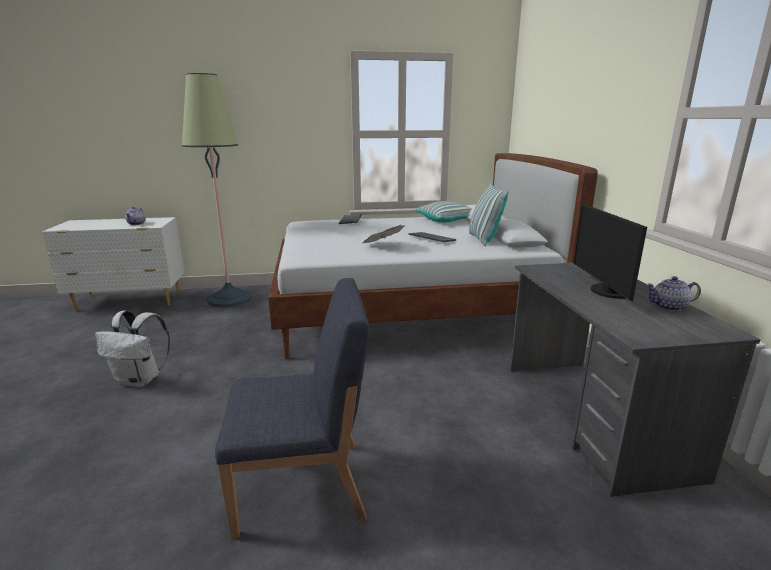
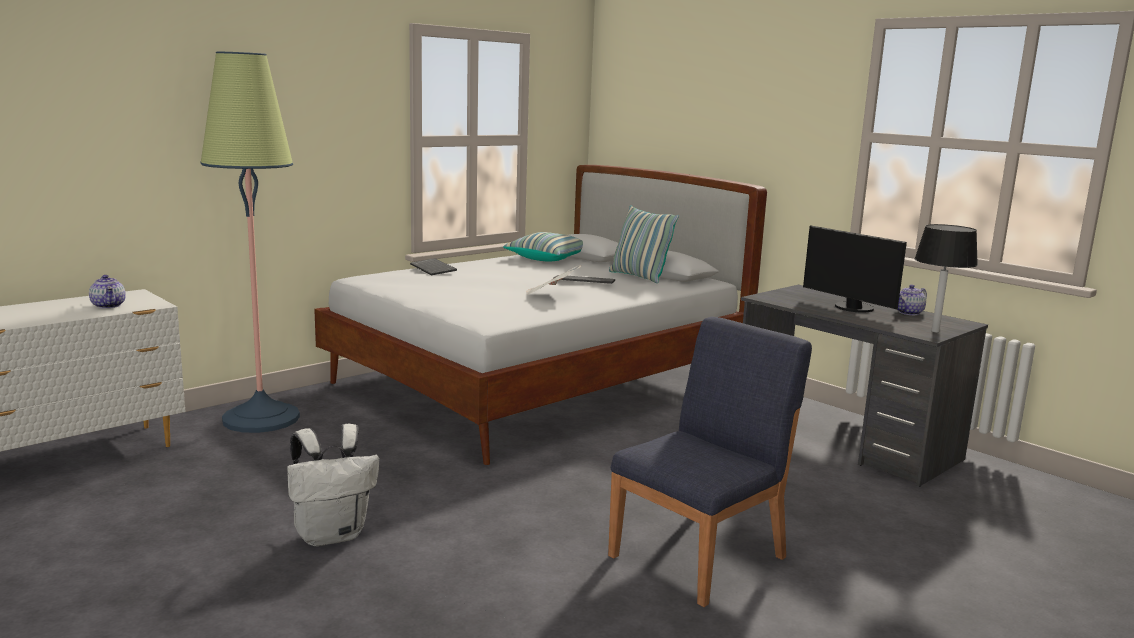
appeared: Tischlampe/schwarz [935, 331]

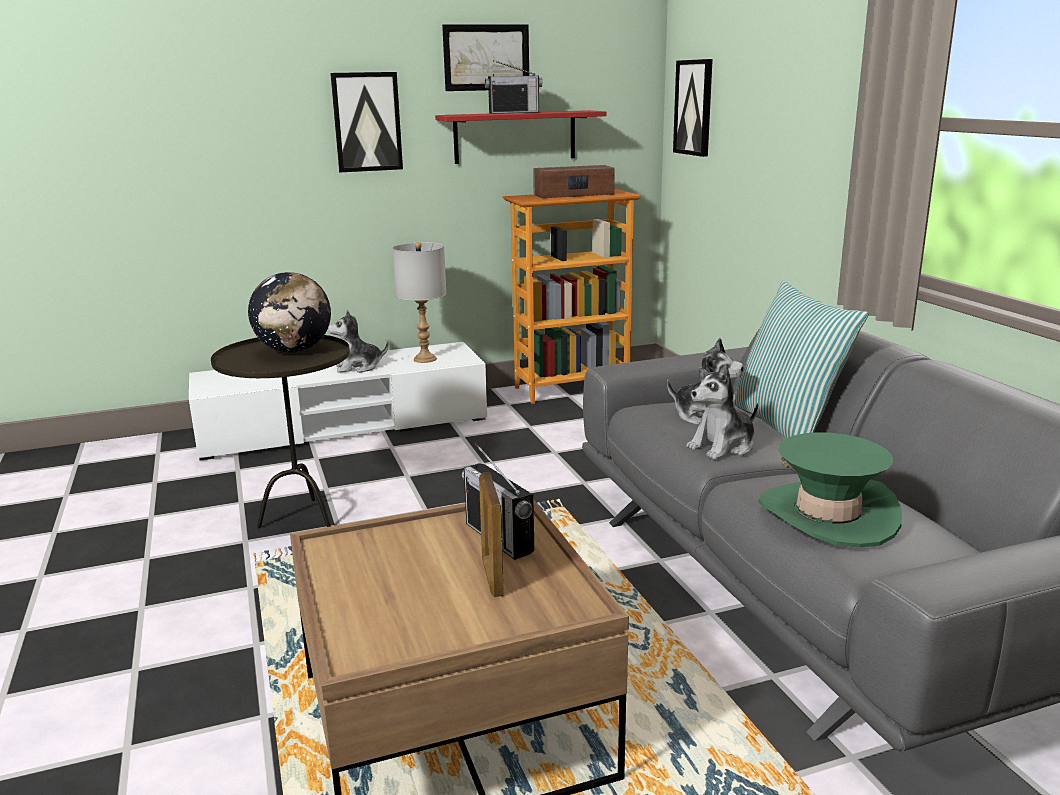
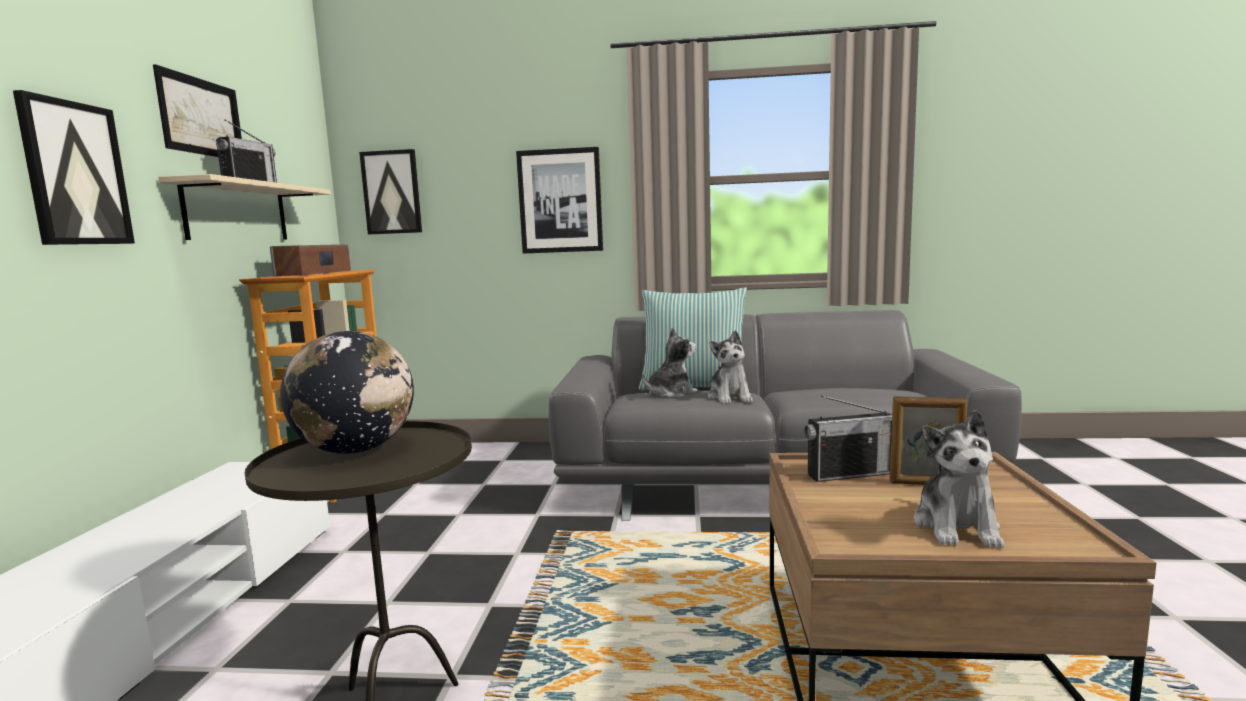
missing: Tischlampe/grau [425, 359]; Hut/grün [827, 514]
appeared: Bild [560, 201]
relocated: Plüschtier [358, 367] to [957, 527]
colour: Wandregal/rot [515, 136] to Wandregal/beige [237, 212]

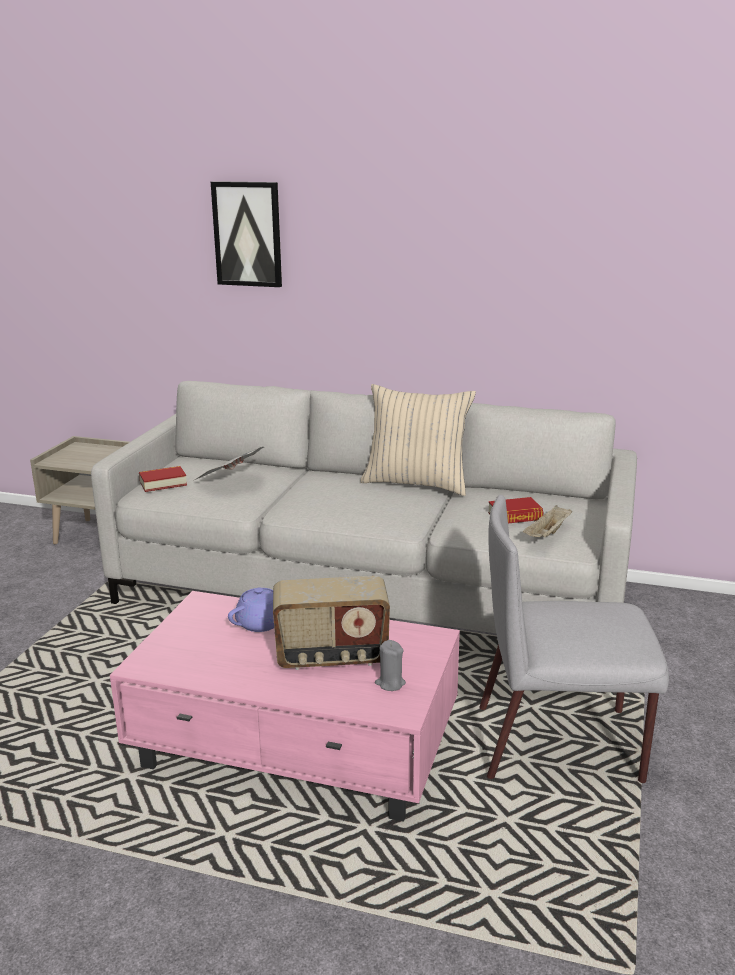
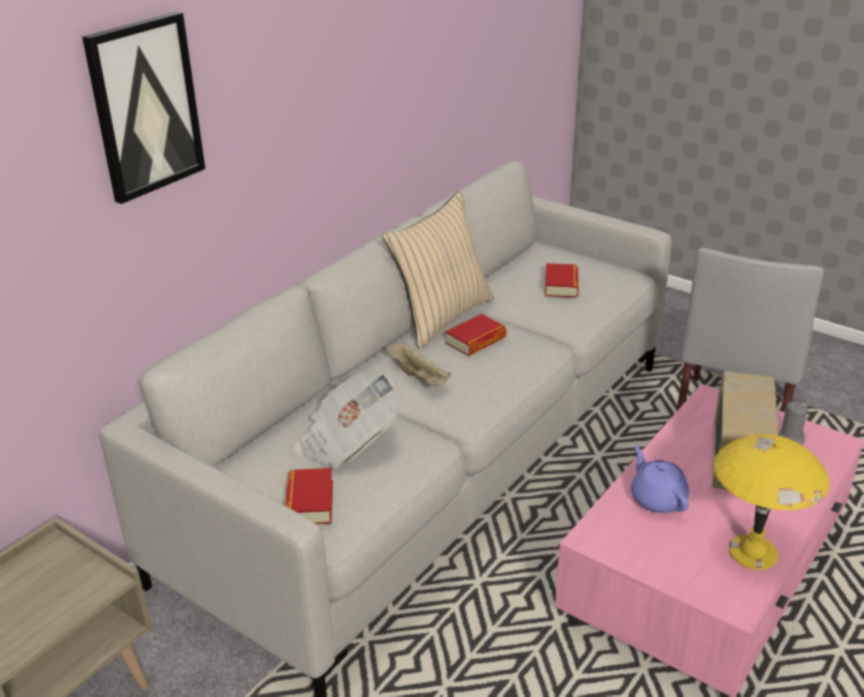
appeared: Buch [475, 340]; Tischlampe/gelb [752, 551]
relocated: Tablett/beige [547, 534] to [418, 376]

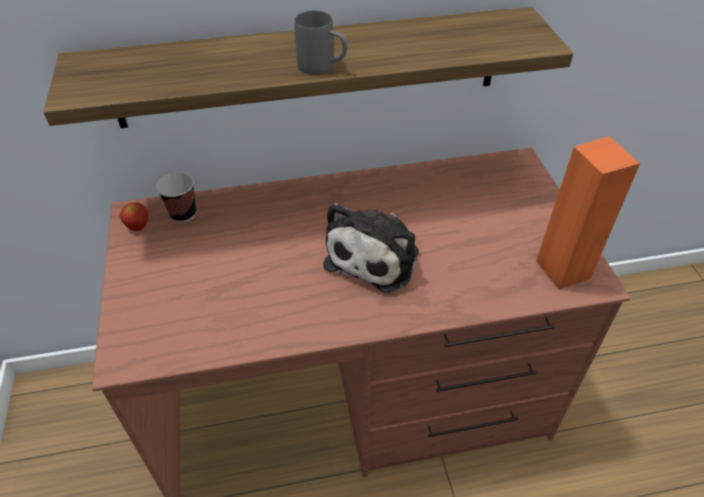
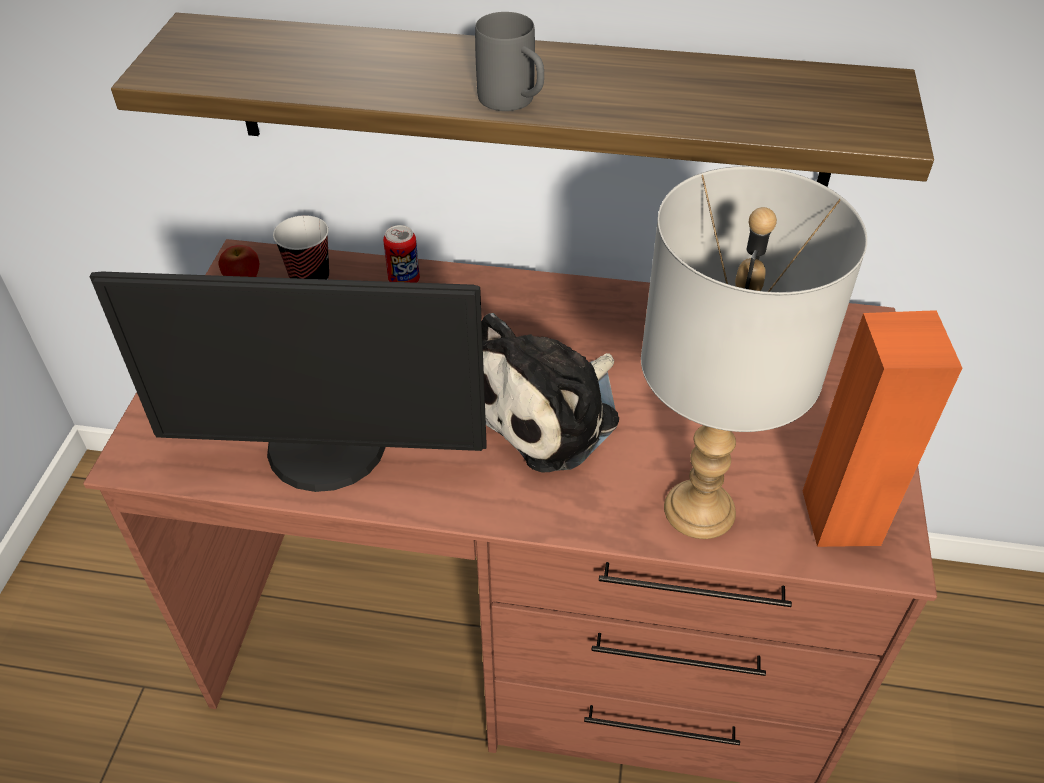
appeared: Monitor [326, 451]; Dose [404, 280]; Tischlampe/grau [701, 510]

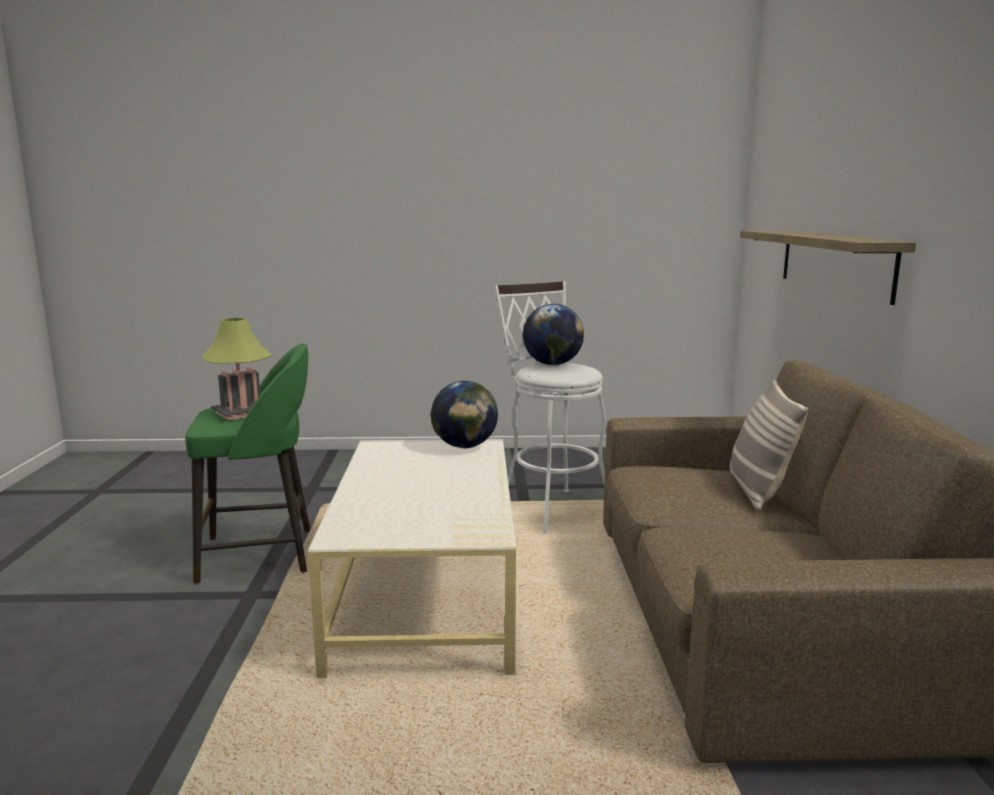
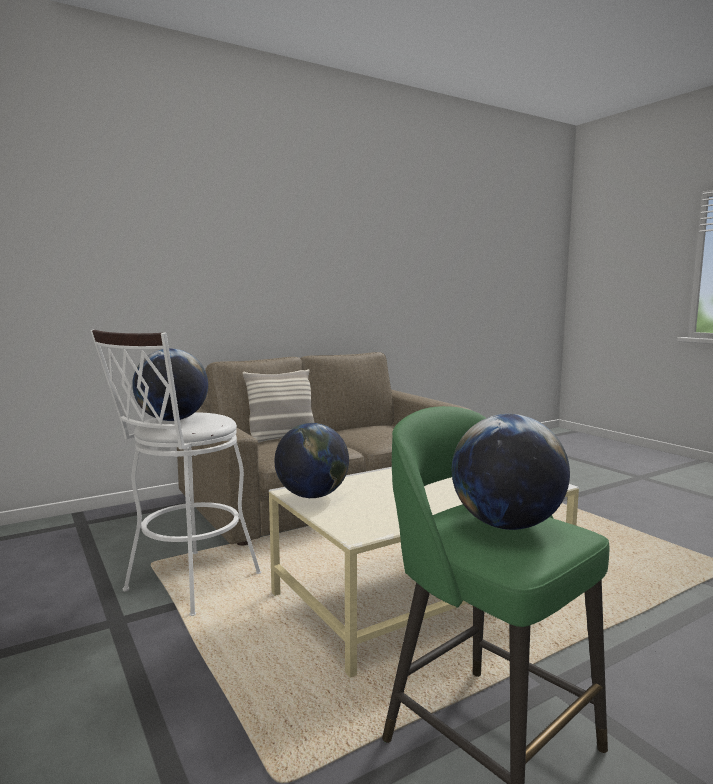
missing: Wandregal [834, 262]
exchanged: Tischlampe [241, 413] to Globus [506, 525]

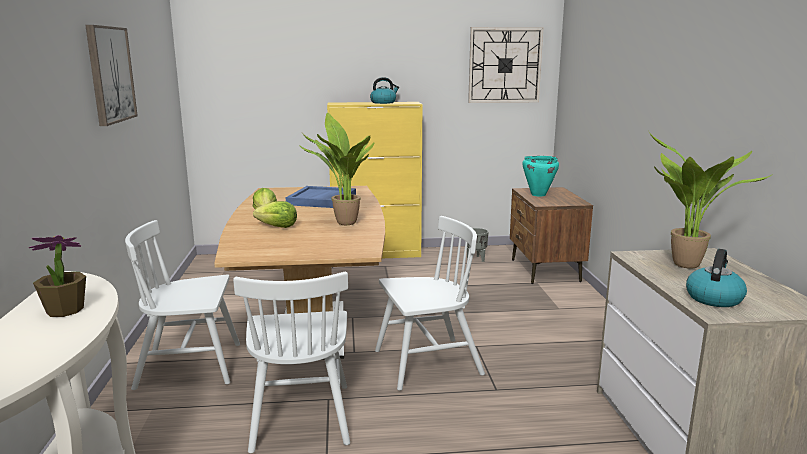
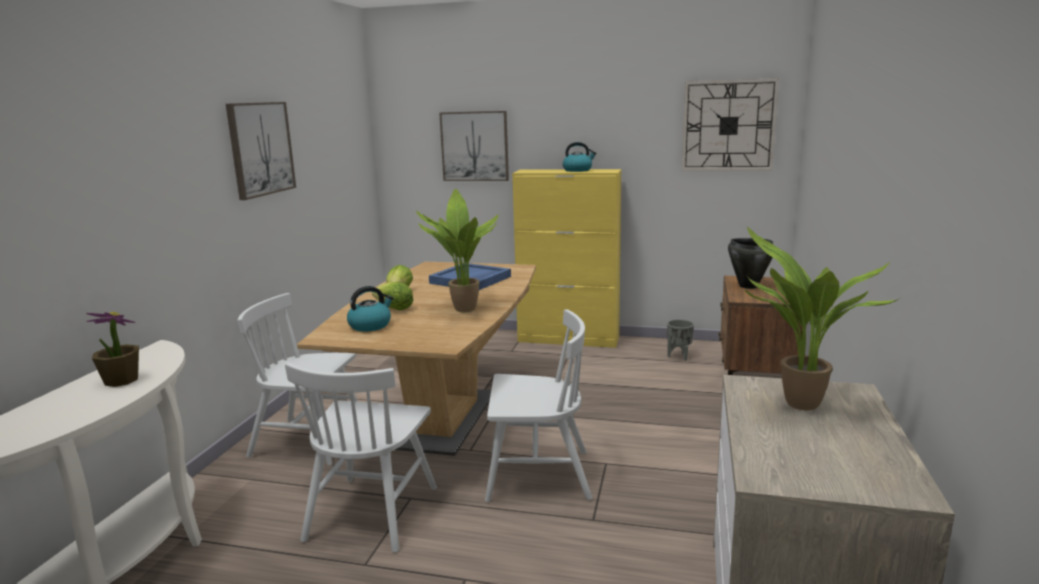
appeared: Bild [475, 146]
relocated: Wasserkessel [713, 298] to [370, 325]
colour: Kochtopf/türkis [538, 194] to Kochtopf/schwarz [748, 286]

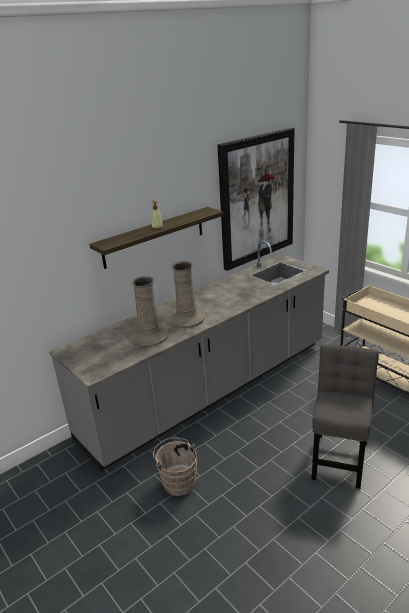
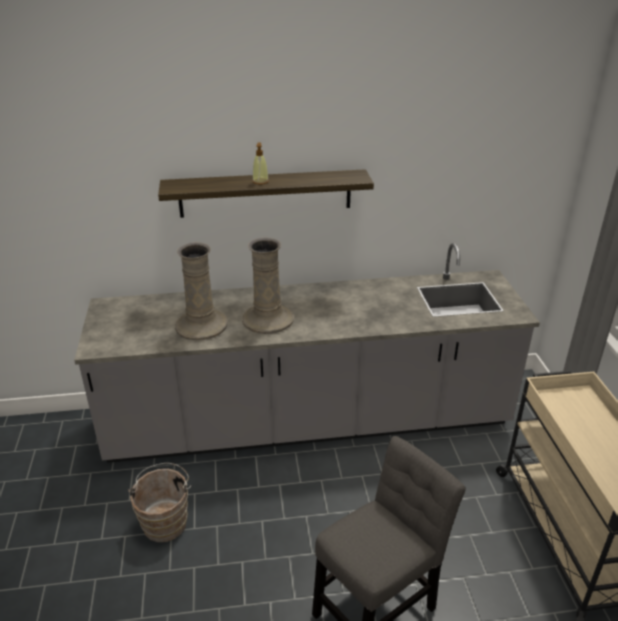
missing: Bild [257, 198]

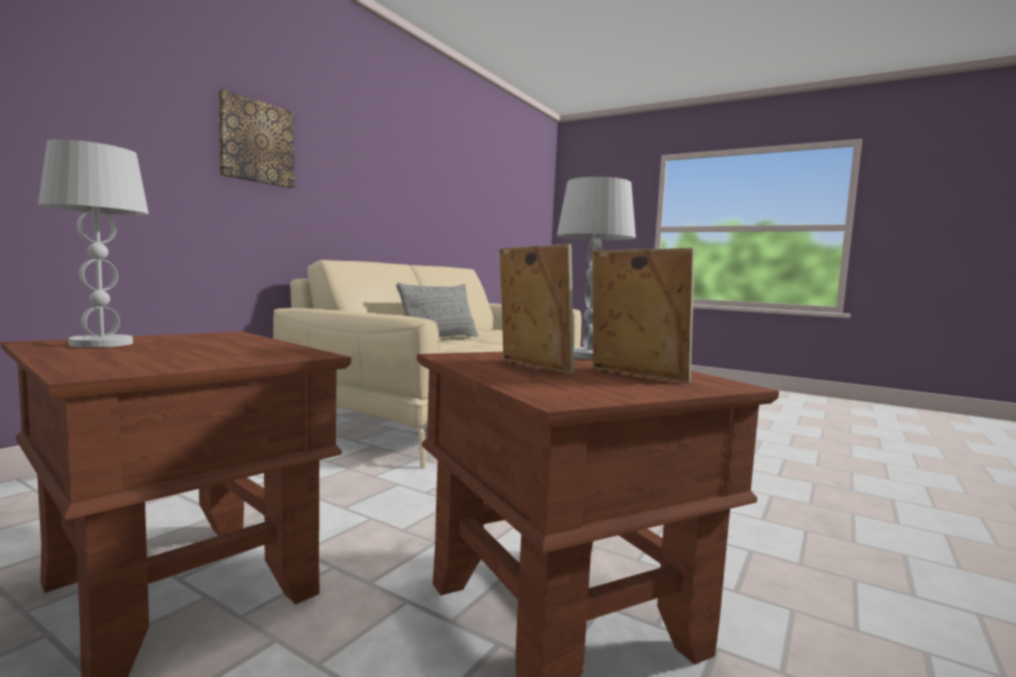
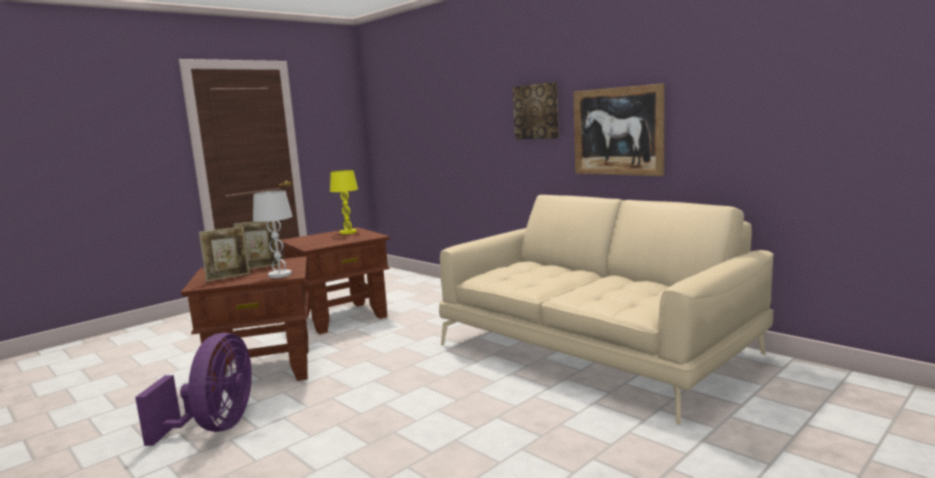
missing: Kissen/grau [440, 340]
appeared: Ventilator/lila [215, 427]; Bild [617, 131]
colour: Tischlampe/weiß [101, 344] to Tischlampe/gelb [348, 232]

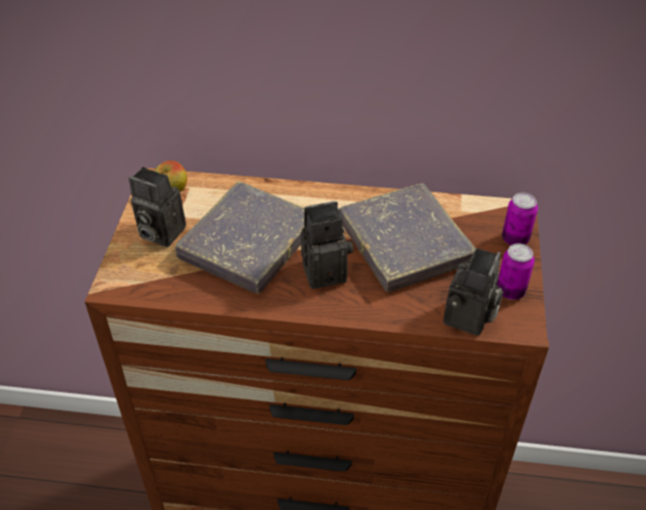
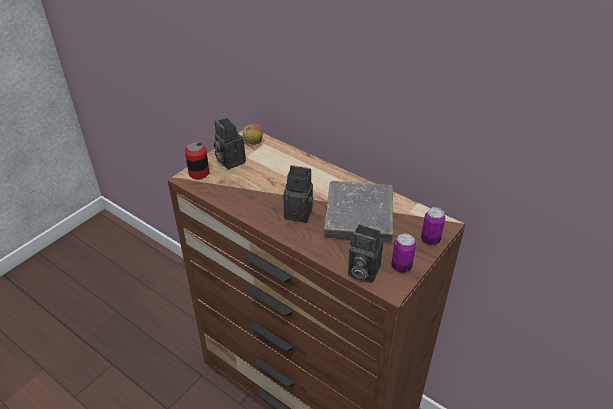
missing: Buch/grau [248, 242]
appeared: Dose [199, 173]
spun: Kamera [469, 319] = [361, 271] 60 degrees clockwise

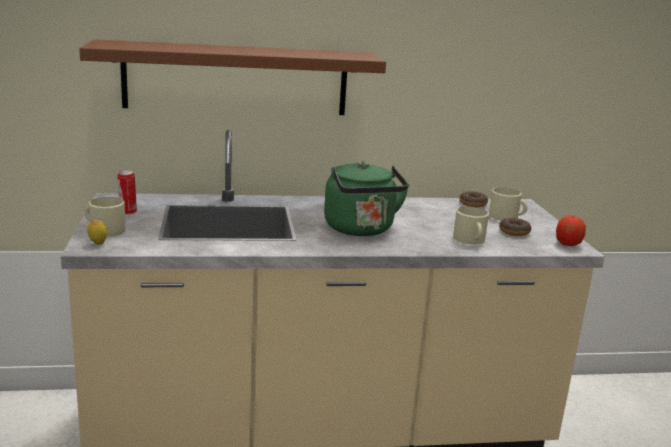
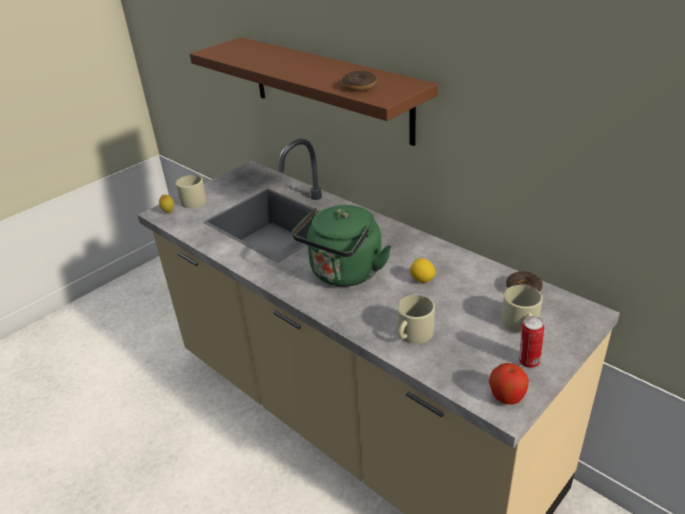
appeared: Zitrone [422, 280]
relocated: Dose [128, 212] to [528, 362]; Donut [514, 231] to [359, 87]

